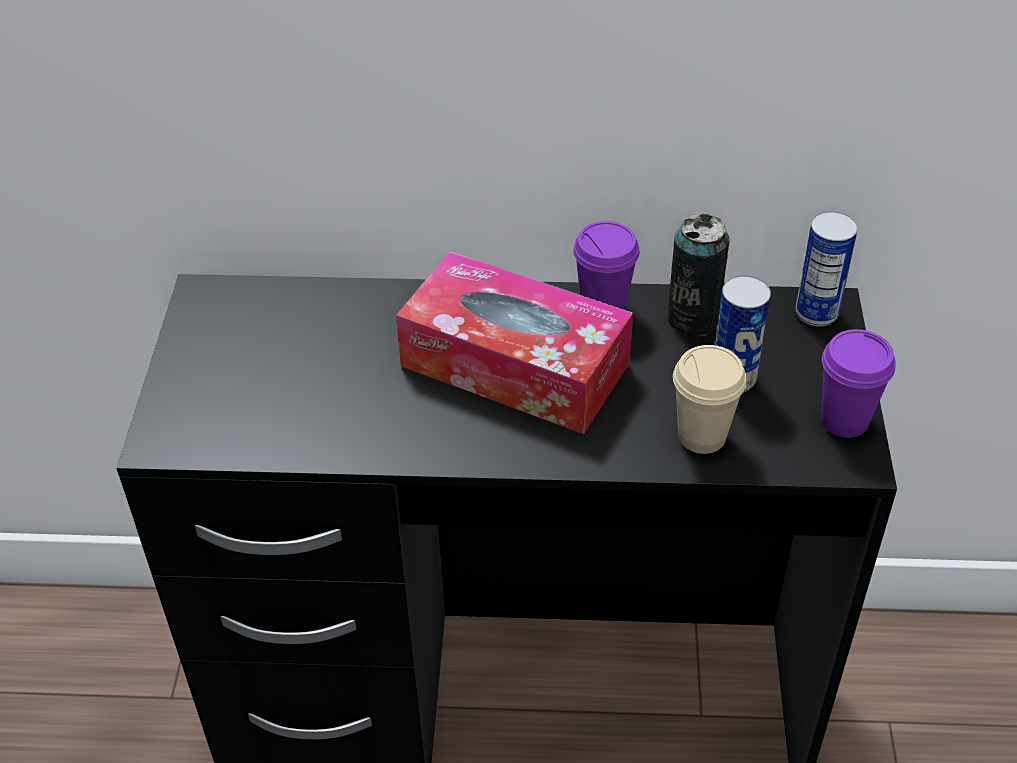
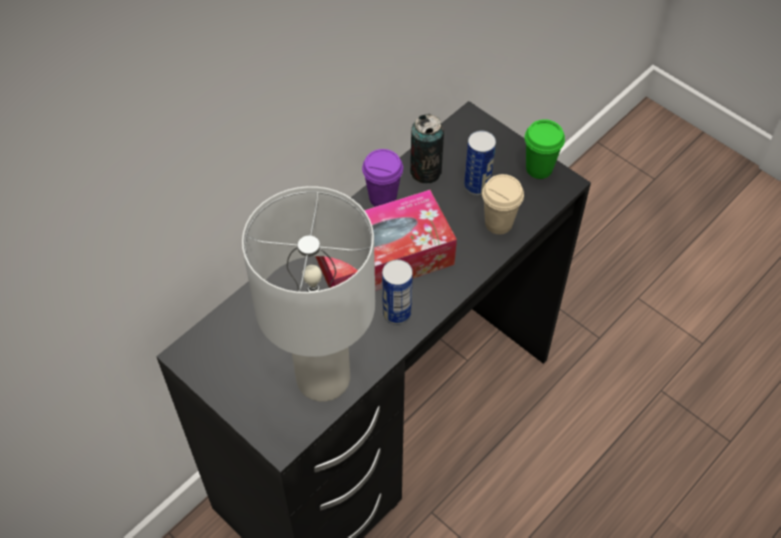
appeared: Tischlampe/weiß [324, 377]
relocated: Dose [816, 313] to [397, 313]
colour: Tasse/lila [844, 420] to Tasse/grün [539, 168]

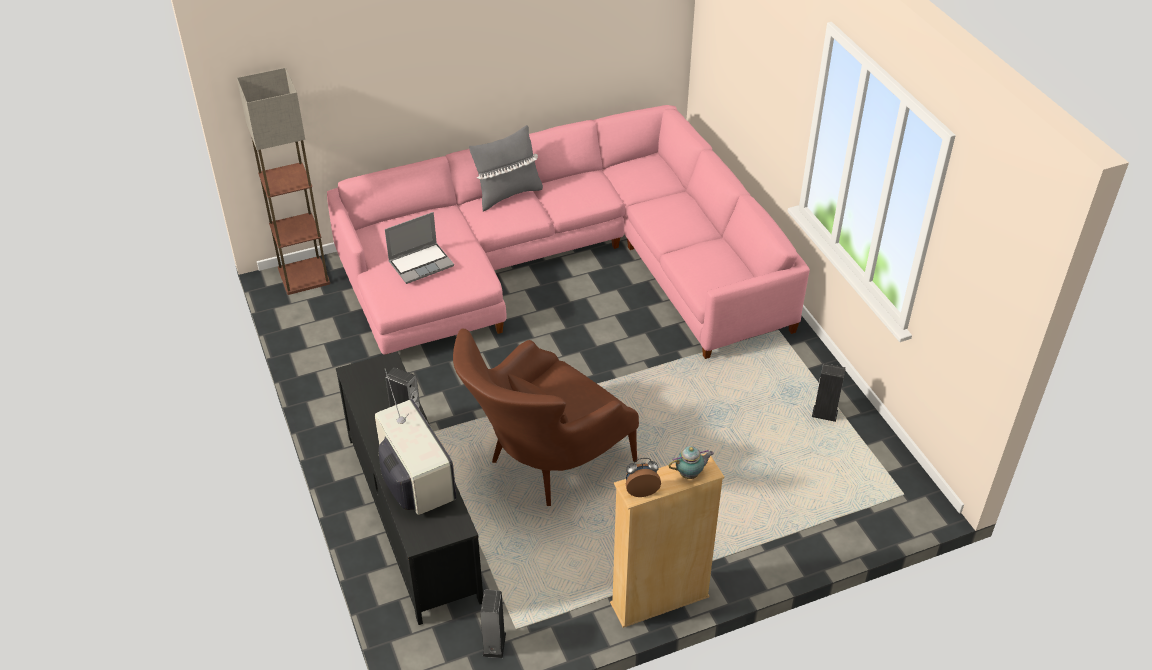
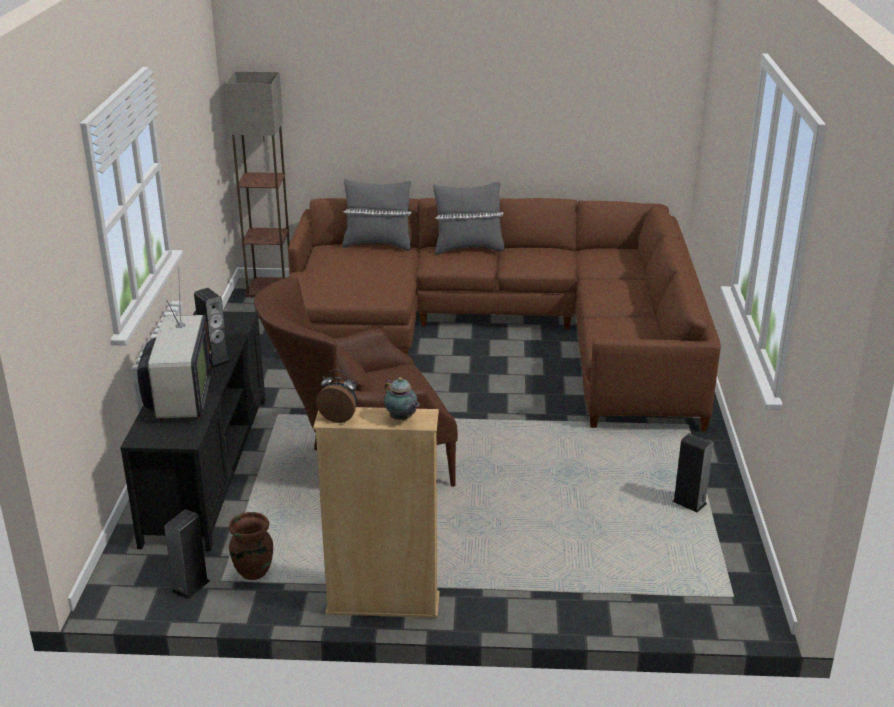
missing: Laptop [421, 263]
appeared: Vase/braun [253, 572]; Kissen/grau [377, 244]
colour: Sofa/rosa [566, 265] to Sofa/braun [507, 330]
spun: Teekanne [690, 474] = [401, 419] 45 degrees clockwise

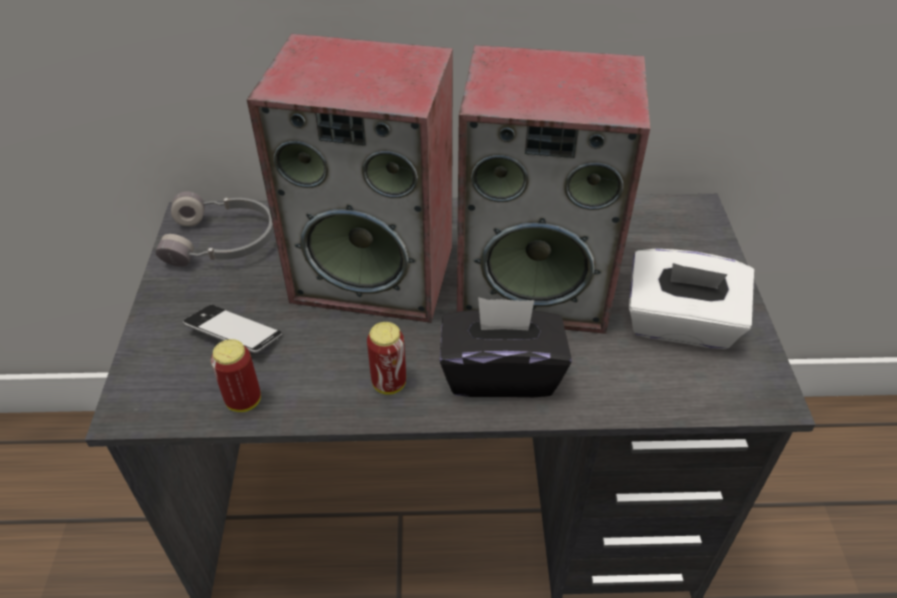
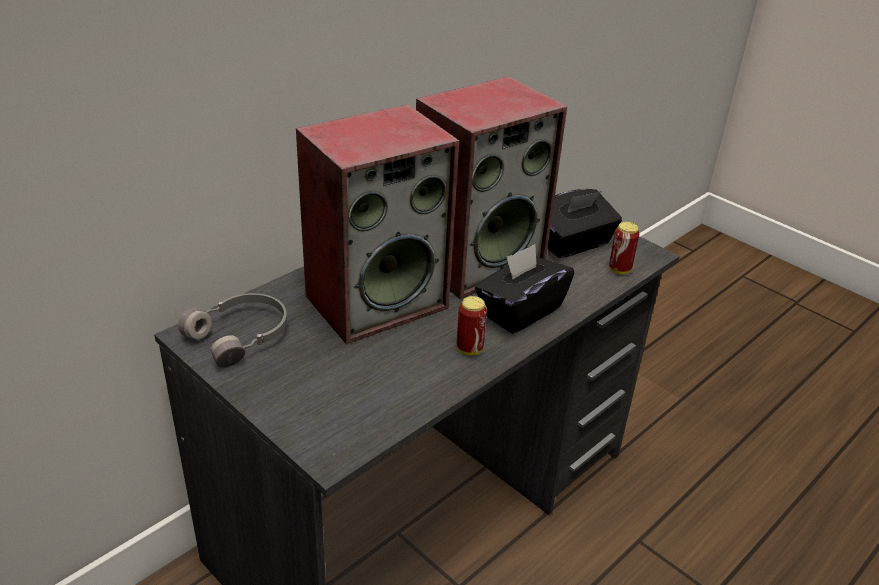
missing: Handy [234, 334]
relocated: Dose [243, 401] to [619, 270]
colour: Taschentuchbox/weiß [680, 325] to Taschentuchbox/schwarz [573, 243]

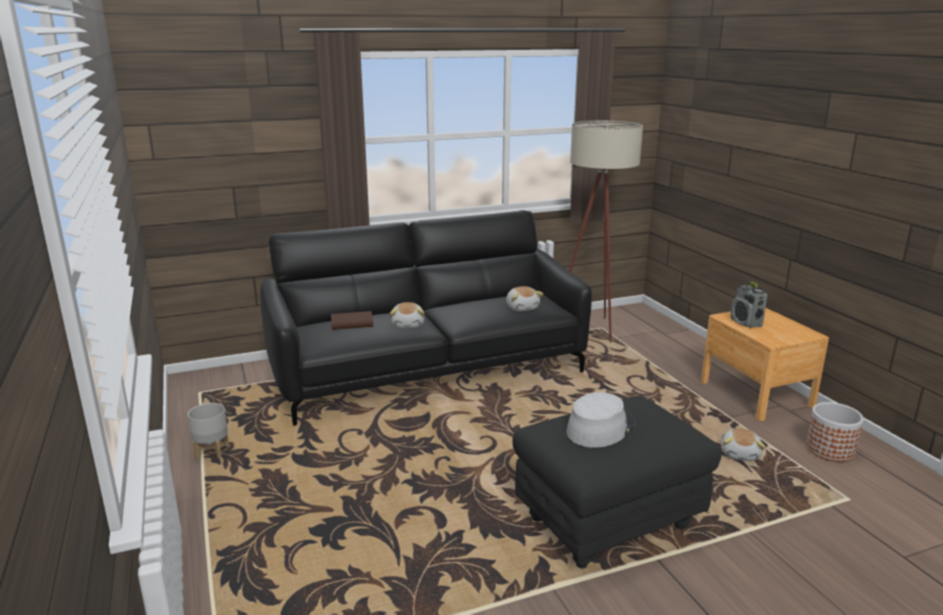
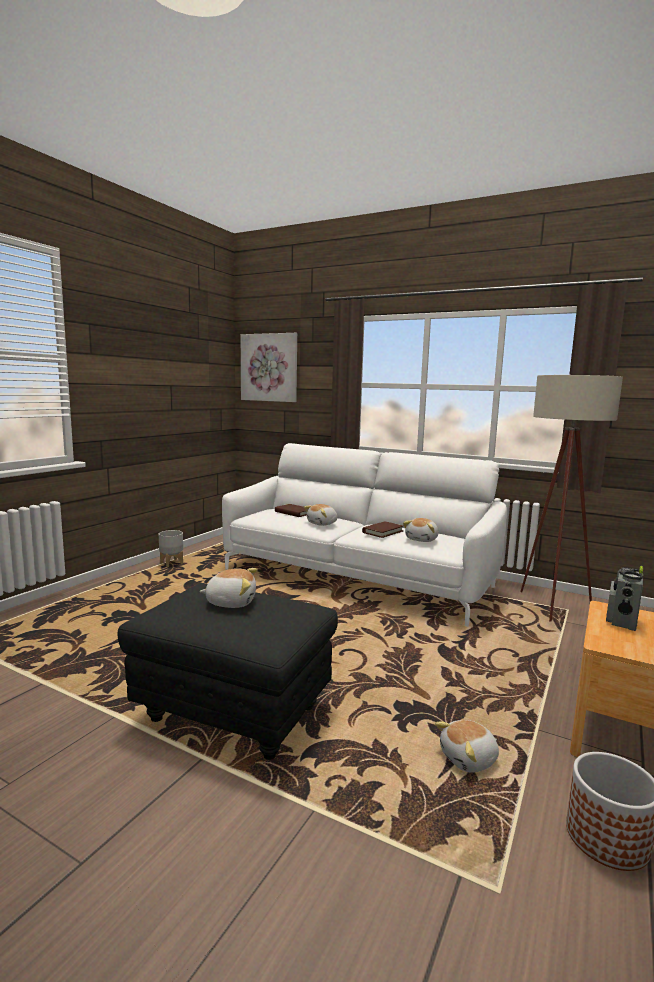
appeared: Bild [269, 367]; Buch/braun [382, 532]
exchanged: Hut/grau [600, 427] to Plüschtier [231, 602]
colour: Sofa/schwarz [429, 371] to Sofa/weiß [356, 578]

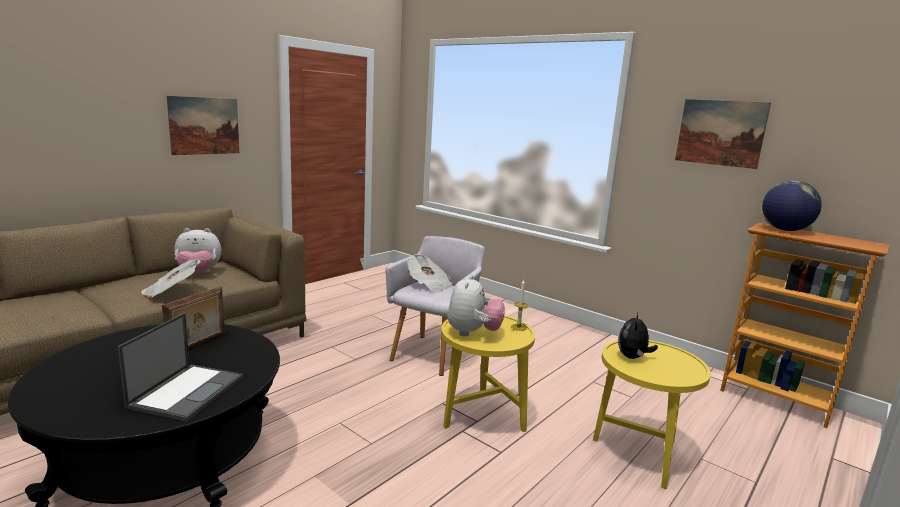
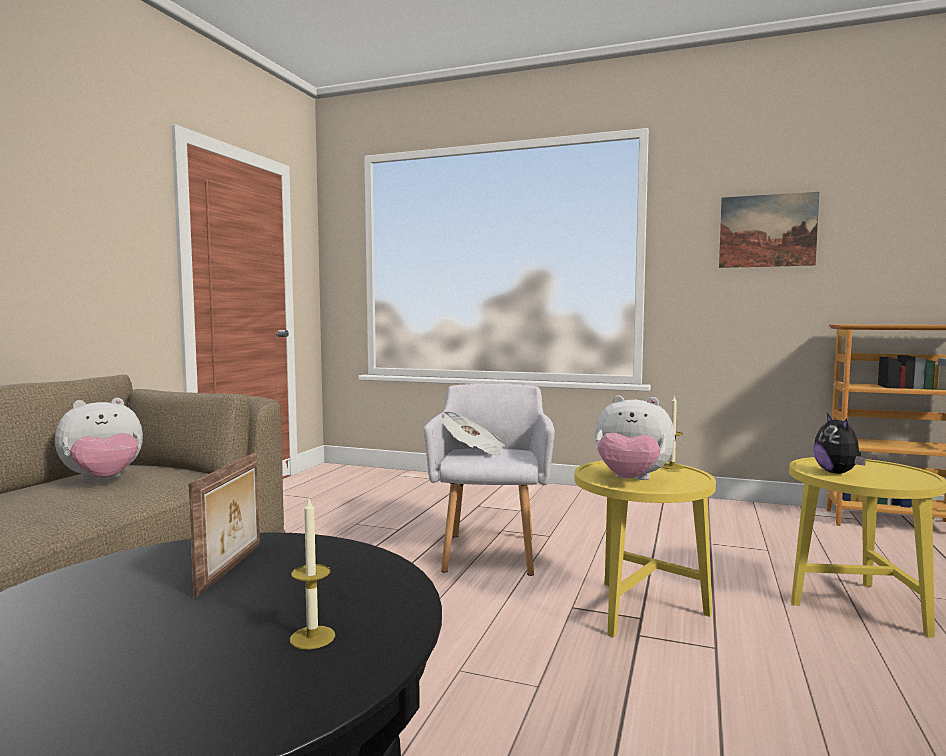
missing: Zeitung [171, 292]; Bild [204, 126]; Globus [785, 230]
exchanged: Laptop [187, 391] to Kerze [312, 637]
spun: Plüschtier [473, 333] = [631, 480] 120 degrees clockwise

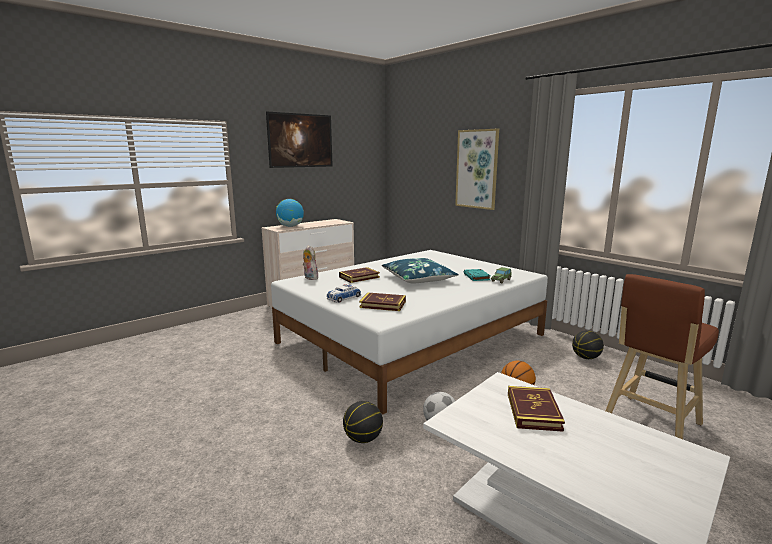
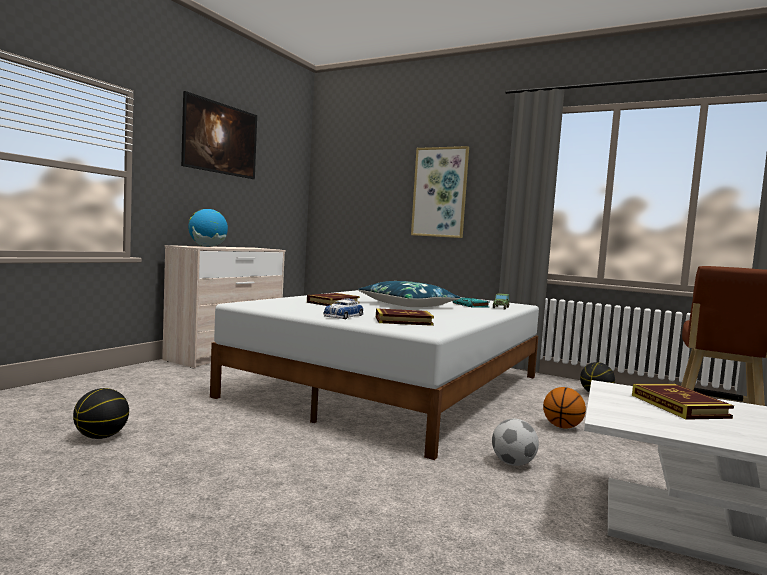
missing: Plüschtier [309, 278]
relocated: Basketball [363, 439] to [101, 437]

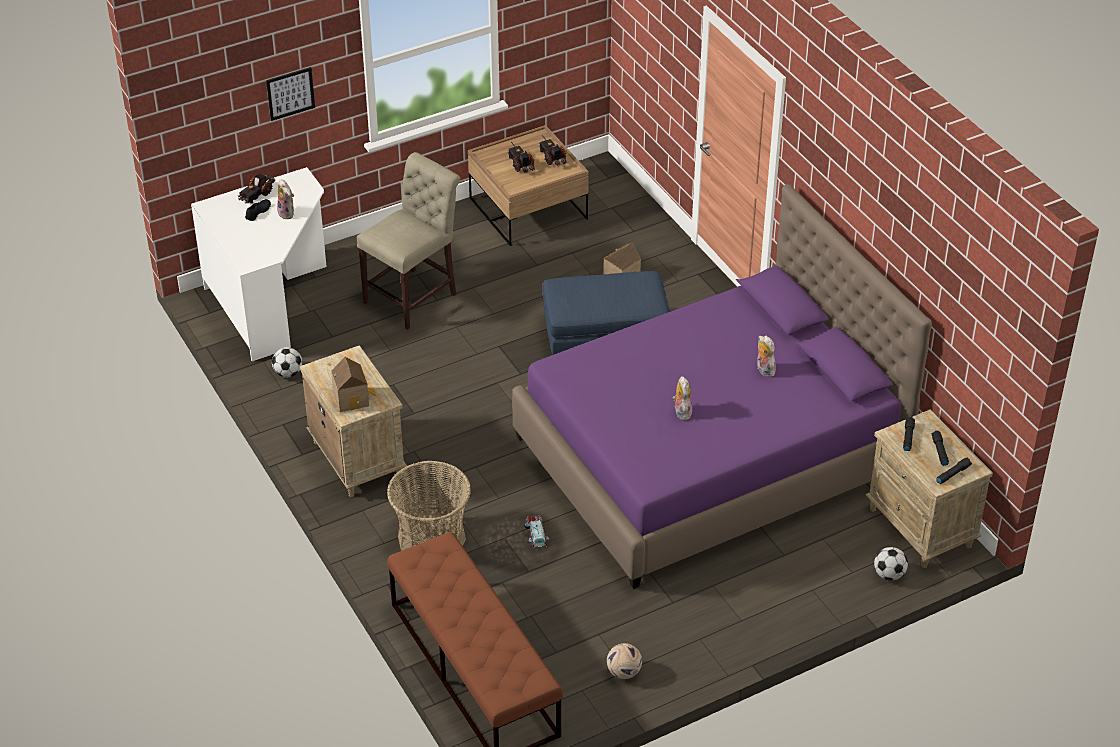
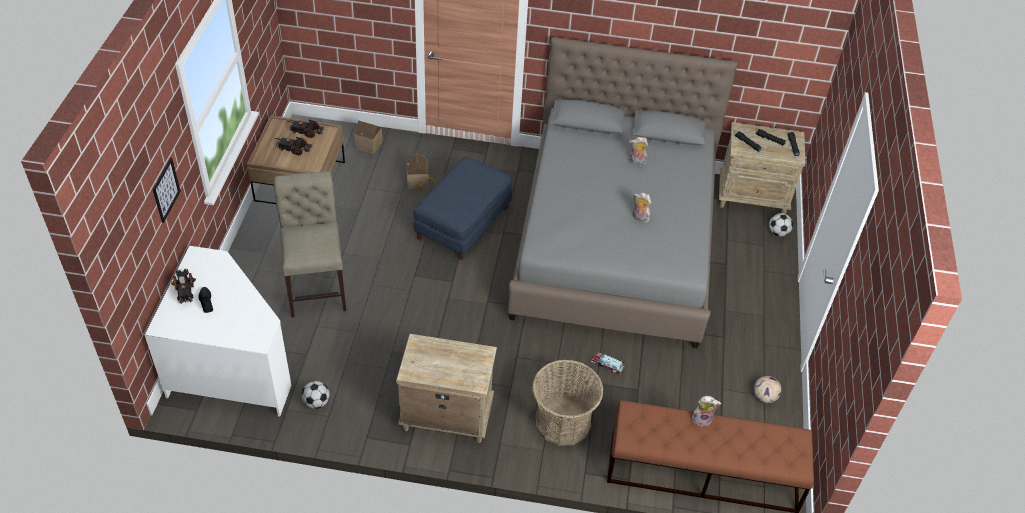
relocated: Plüschtier [287, 213] to [702, 419]; Spielzeughaus [353, 398] to [369, 145]
colour: Bett/lila [710, 456] to Bett/grau [615, 243]

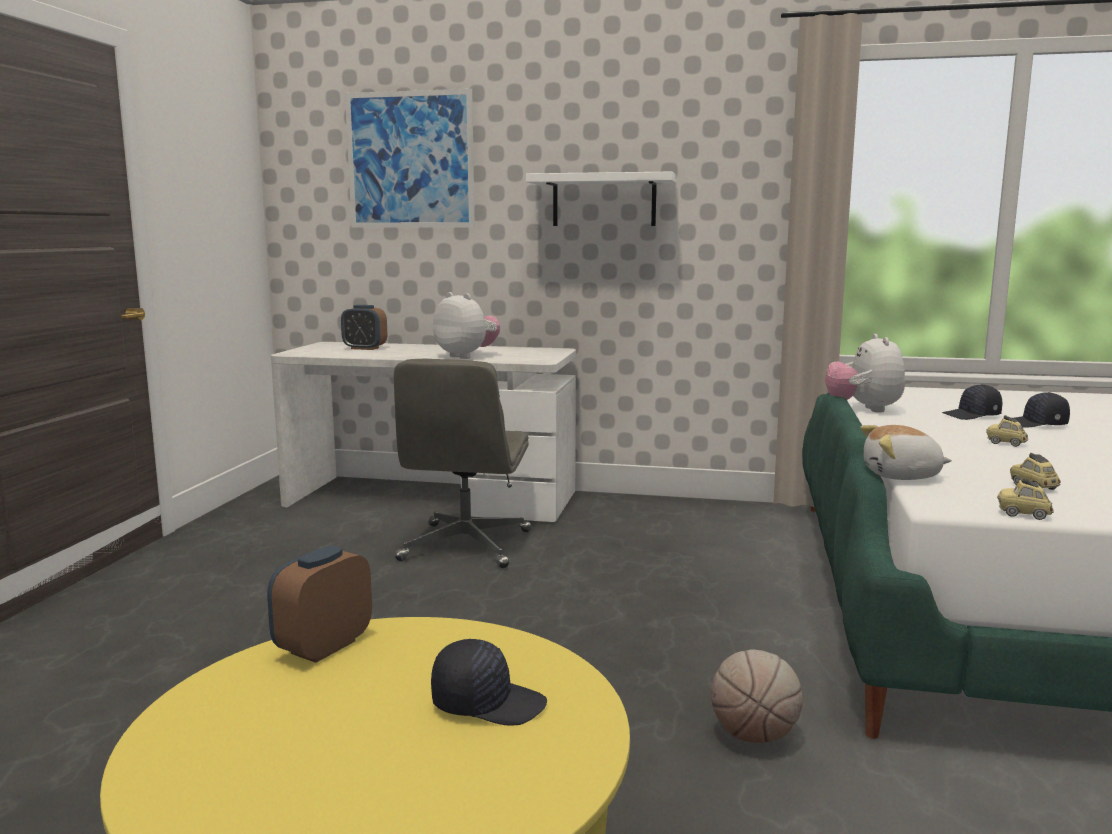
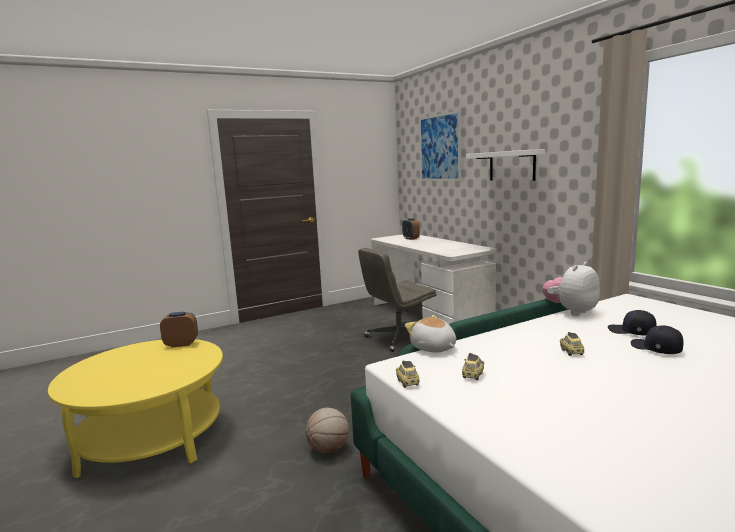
missing: Kappe/schwarz [488, 703]; Plüschtier [466, 356]

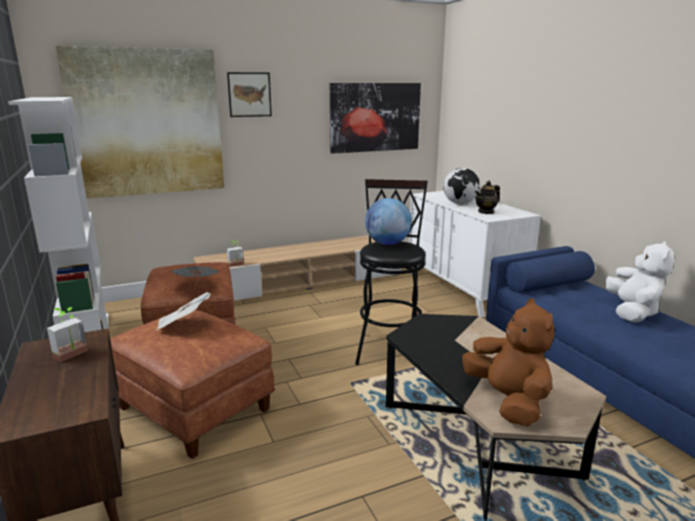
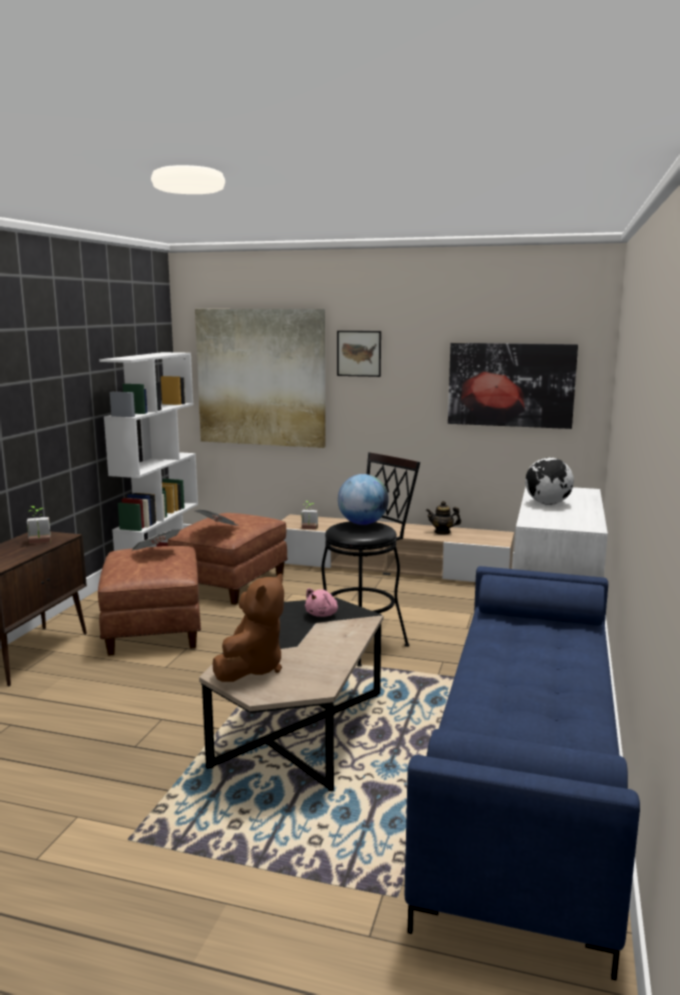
missing: Plüschtier/weiß [632, 312]
appeared: Plüschtier/rosa [322, 614]
relocated: Teekanne [486, 212] to [442, 532]

